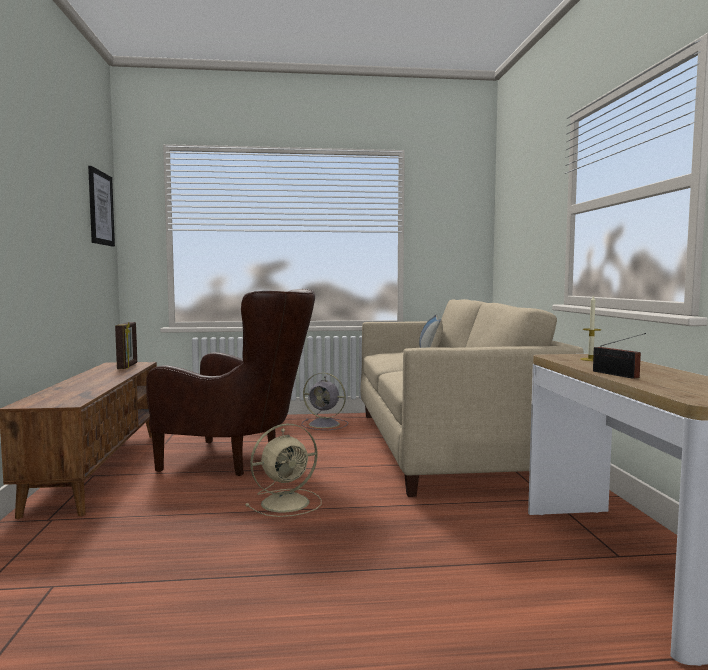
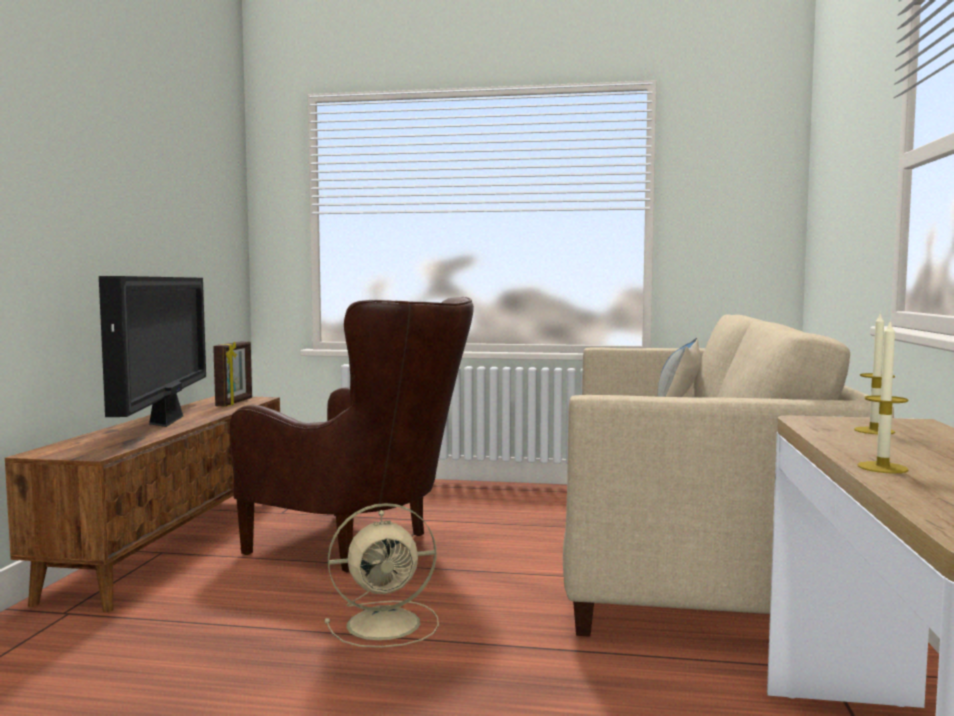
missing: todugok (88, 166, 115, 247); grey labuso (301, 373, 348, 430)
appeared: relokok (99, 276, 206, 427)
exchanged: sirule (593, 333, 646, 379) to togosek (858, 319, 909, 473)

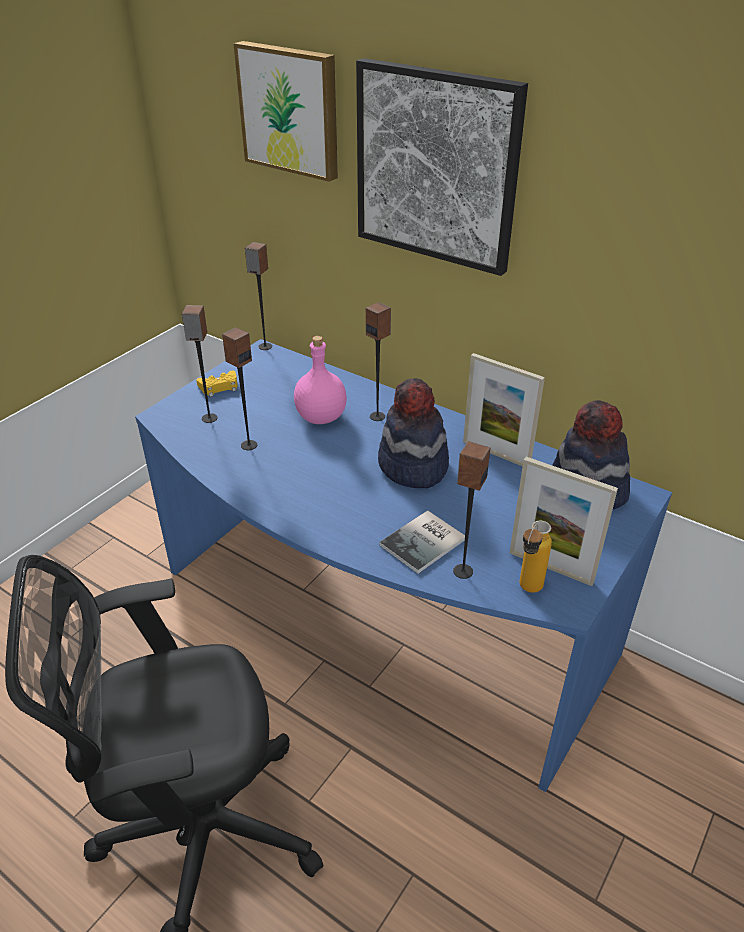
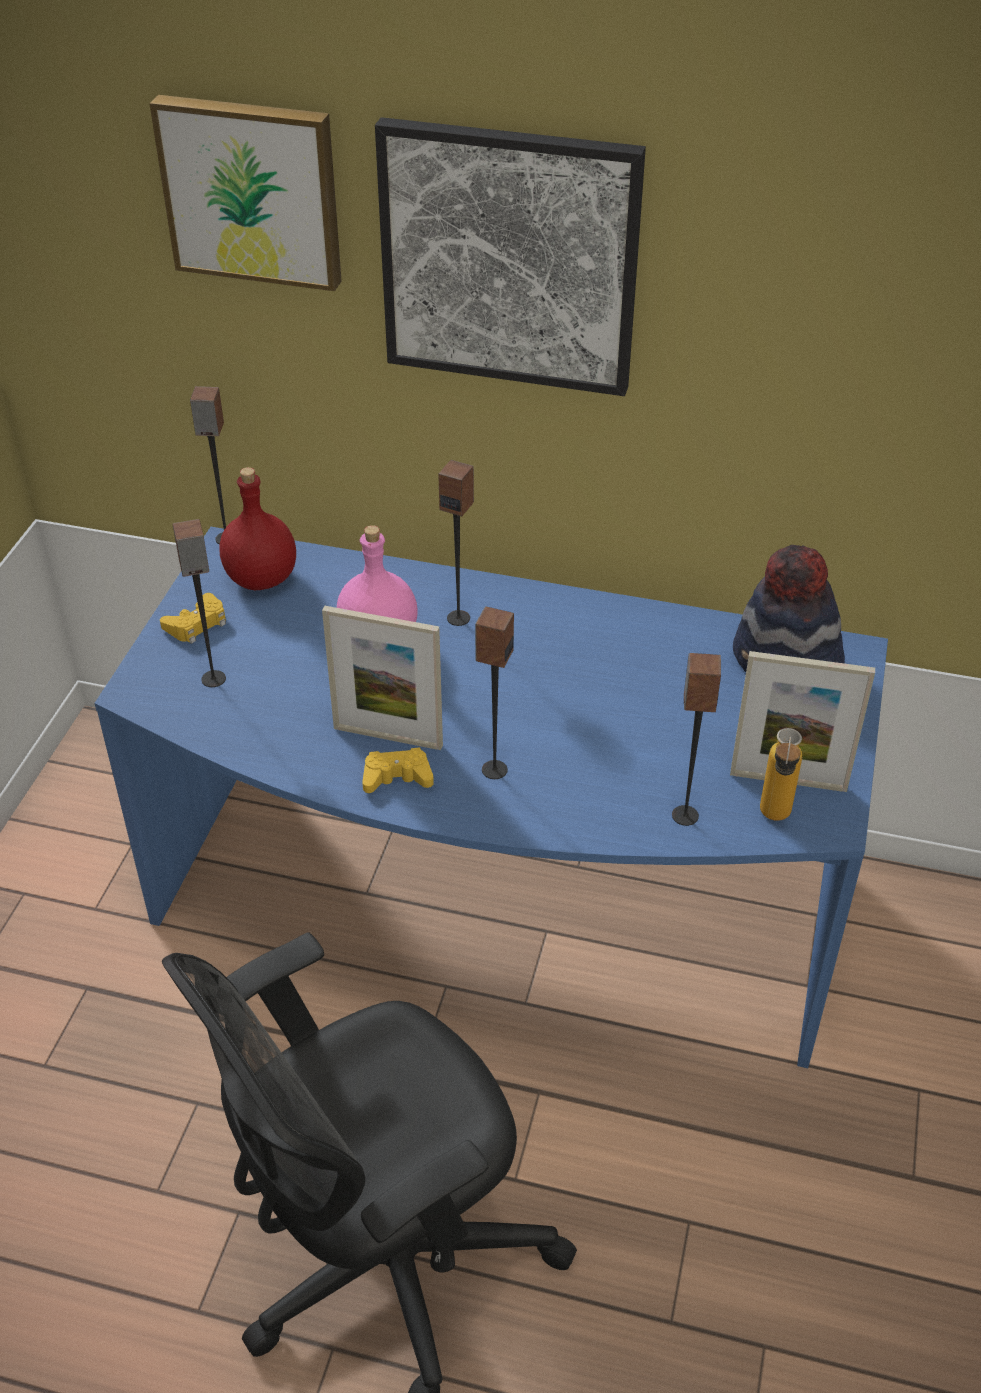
missing: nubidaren (378, 378, 449, 488); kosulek (379, 510, 465, 574)
appeared: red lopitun (219, 467, 296, 590); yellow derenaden (362, 748, 434, 793)
relocated: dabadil (222, 327, 257, 450) to (475, 607, 514, 779); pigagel (463, 353, 545, 466) to (322, 606, 443, 750)

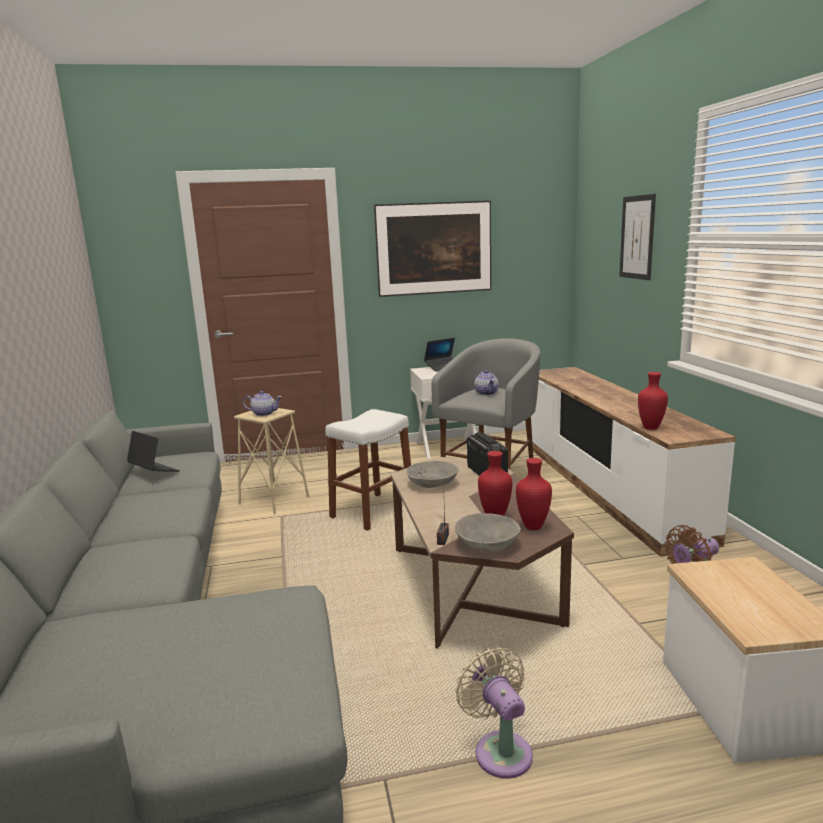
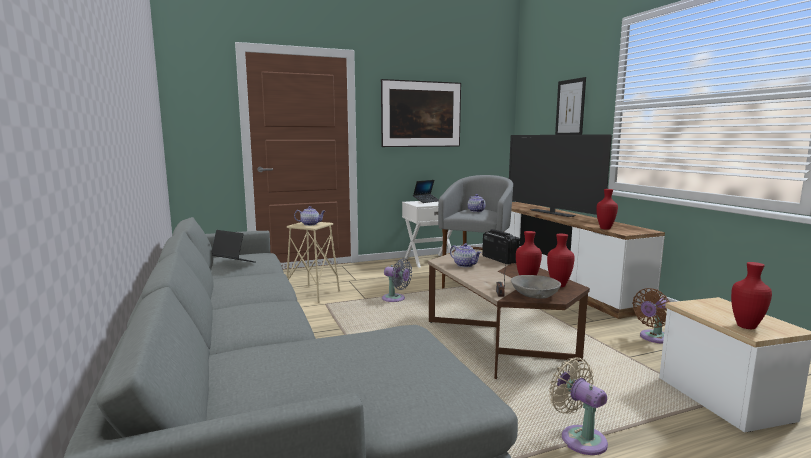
appeared: relokok (509, 134, 612, 217); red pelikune (731, 262, 772, 329)
exchanged: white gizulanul (325, 409, 411, 531) to grey labuso (382, 258, 412, 302); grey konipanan (406, 461, 459, 488) to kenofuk (450, 243, 482, 267)

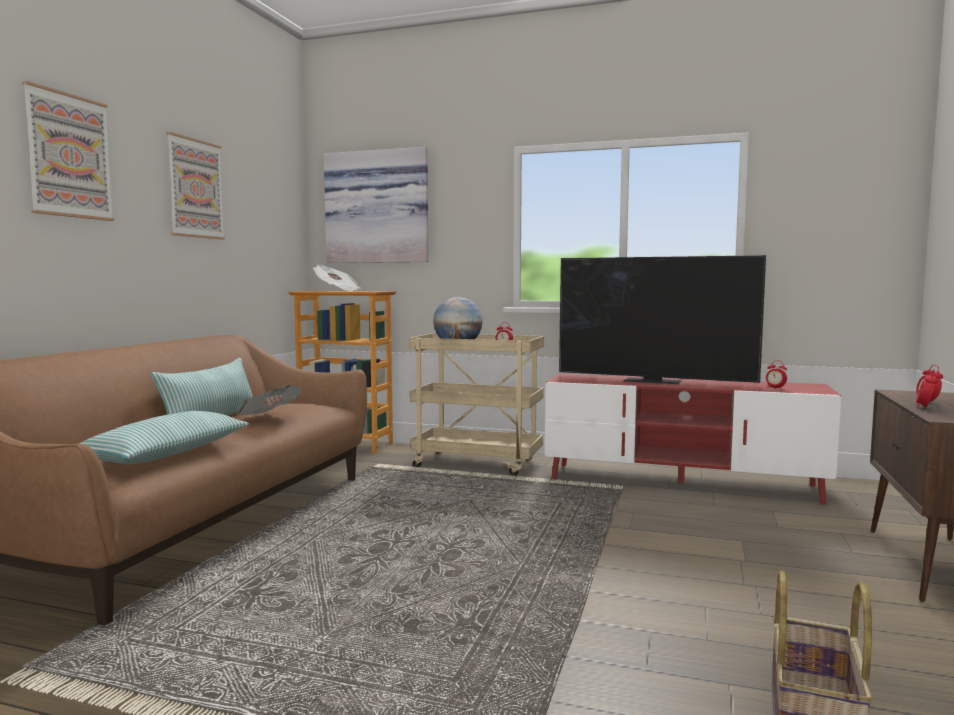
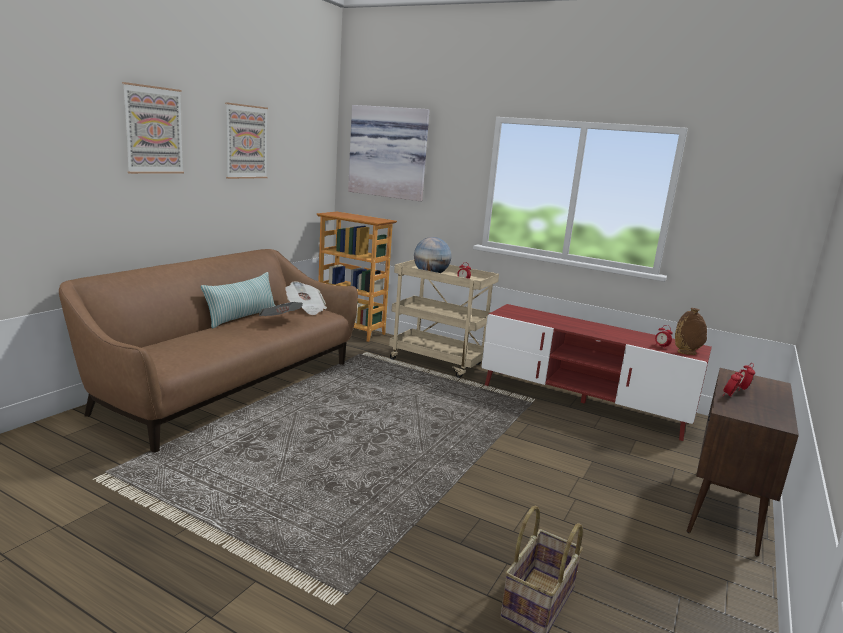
missing: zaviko (79, 411, 249, 464); relokok (559, 255, 766, 384)
appeared: brown pelikune (675, 308, 707, 355)
relocated: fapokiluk (313, 265, 360, 291) to (285, 281, 327, 315)

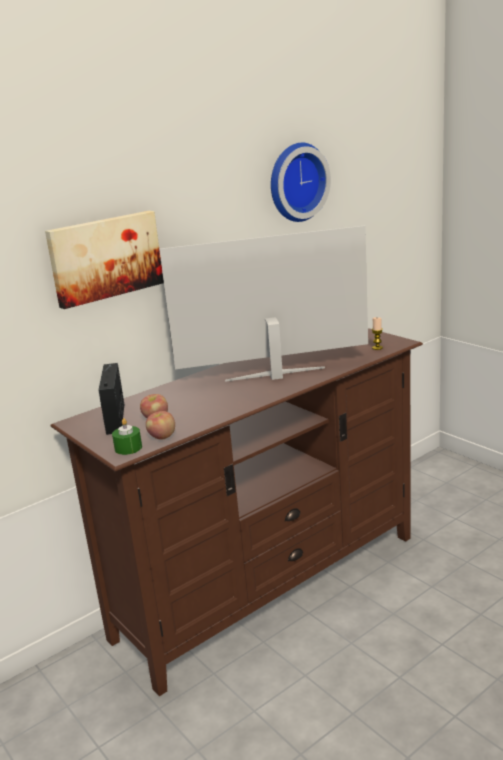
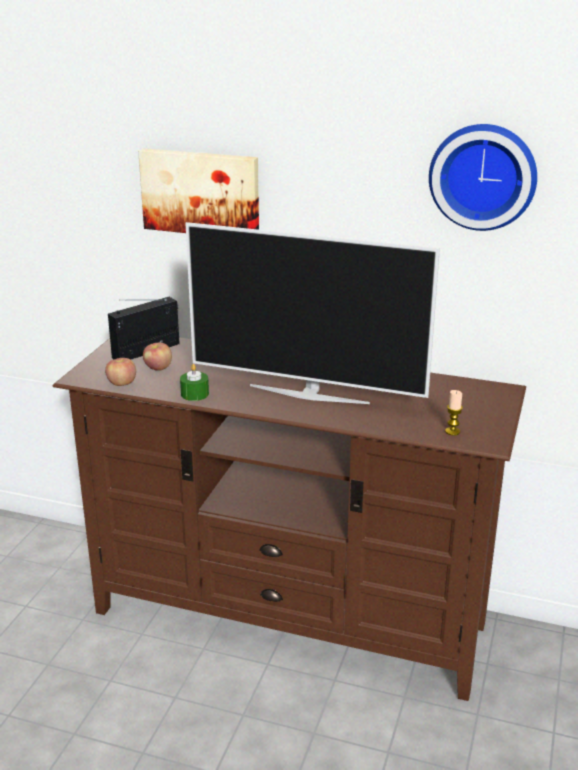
relocated: green togosek (112, 418, 142, 455) to (180, 364, 209, 401)
spun: relokok (160, 226, 368, 382) = (185, 222, 440, 404) 150 degrees clockwise

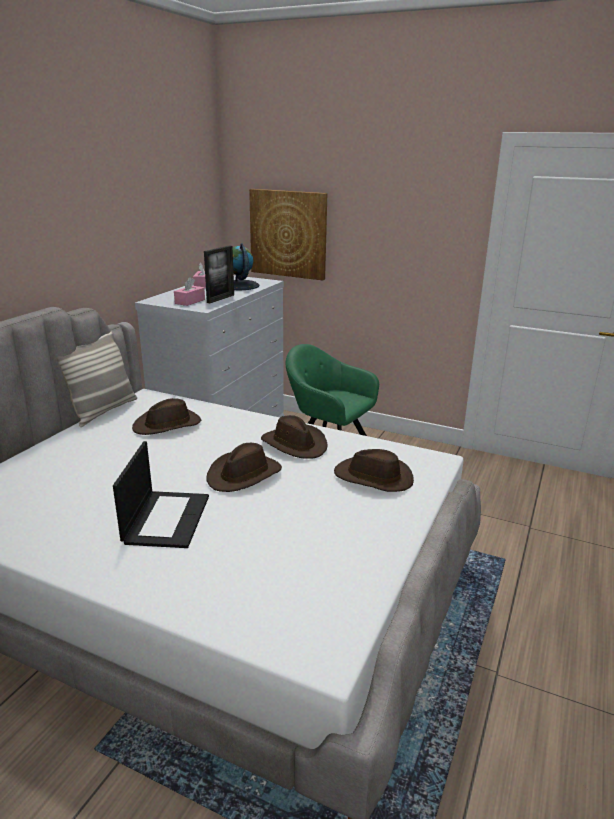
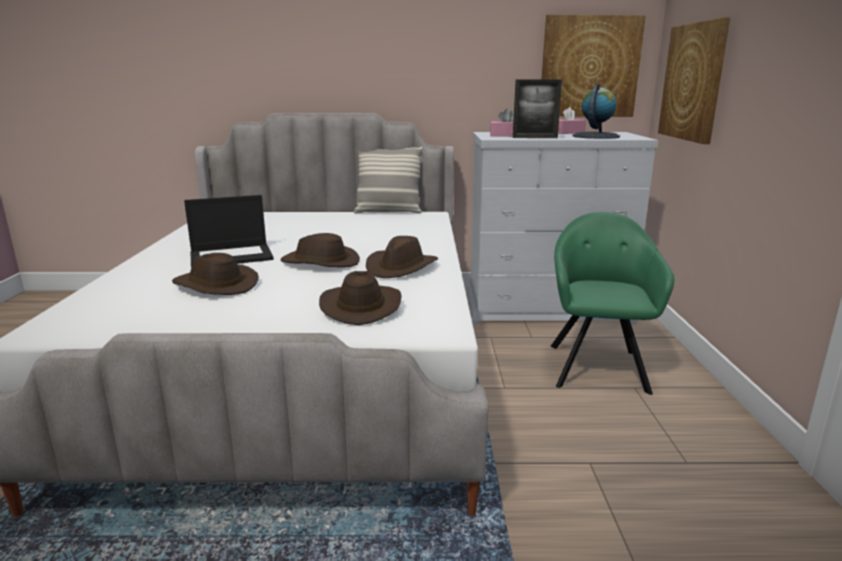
appeared: todugok (541, 15, 646, 117)
relocated: brown nubidaren (132, 398, 201, 435) to (172, 253, 259, 295)

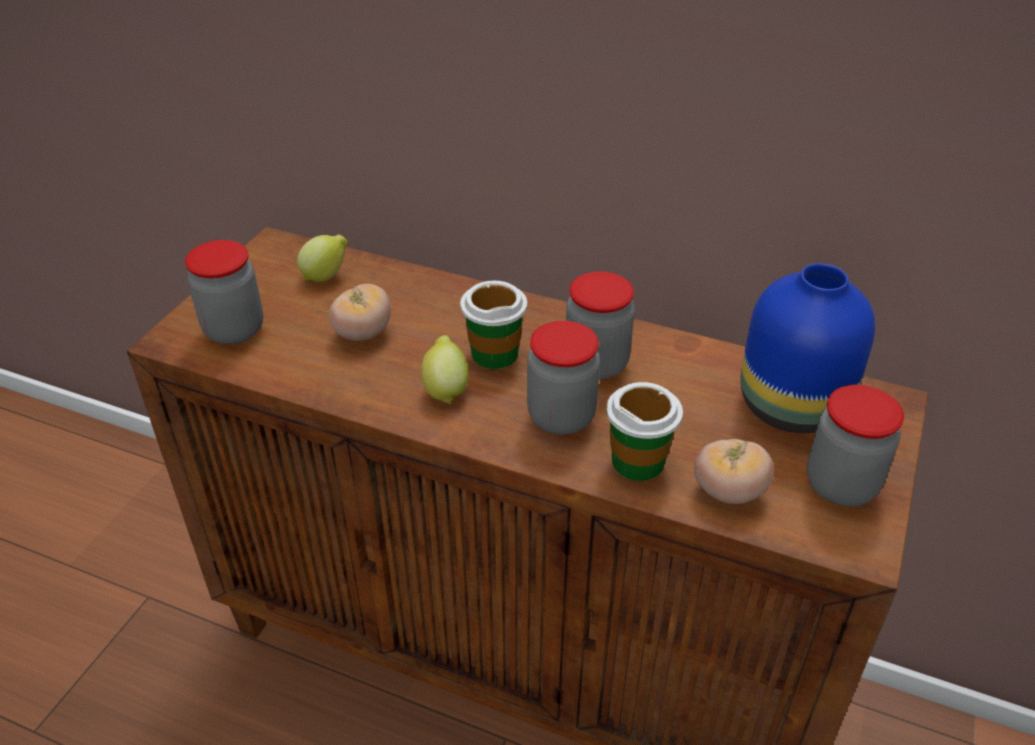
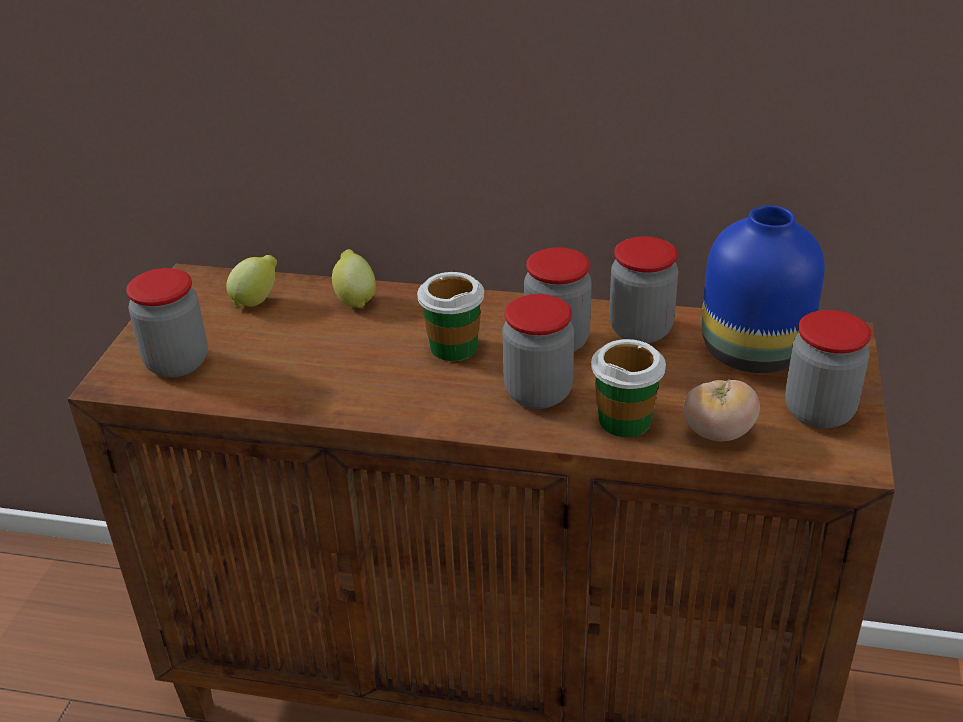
missing: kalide (329, 284, 391, 341)
appeared: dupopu (609, 236, 678, 344)
relocated: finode (421, 335, 468, 404) to (332, 249, 376, 309)

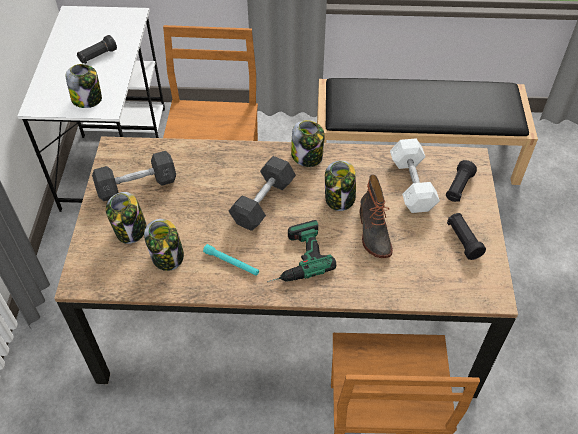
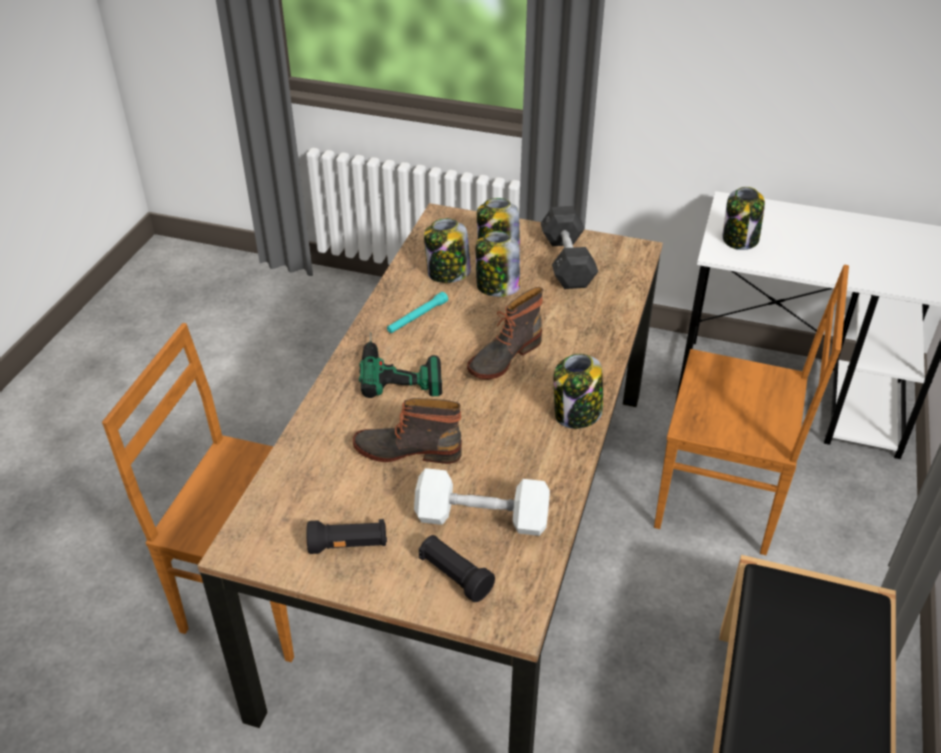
missing: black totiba (77, 35, 117, 64)
relocated: dupopu (325, 160, 356, 211) to (476, 231, 520, 297)
exchanged: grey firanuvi (229, 156, 296, 231) to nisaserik (467, 287, 543, 379)

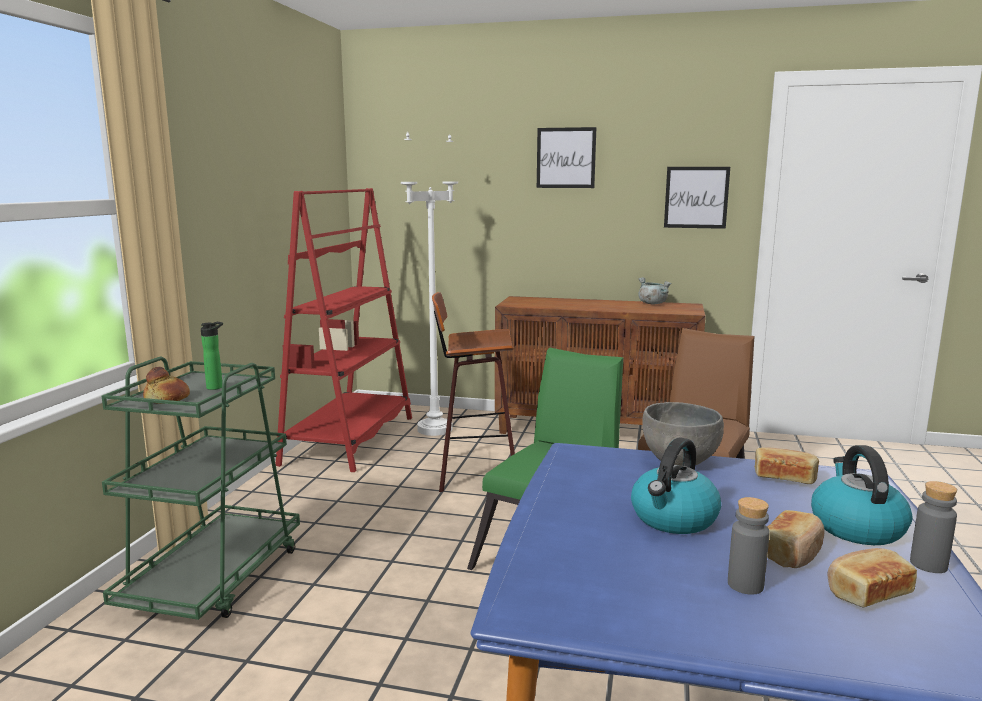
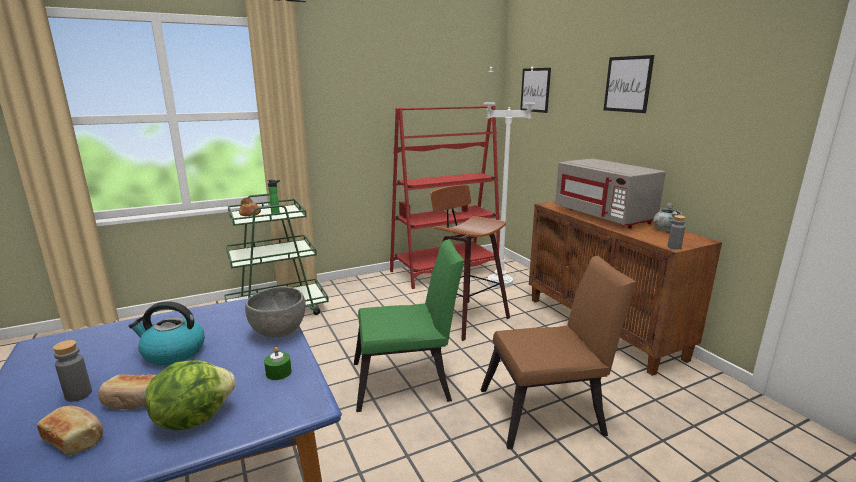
appeared: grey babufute (555, 158, 666, 228)
relocated: todugok (664, 167, 730, 229) to (520, 68, 551, 113); grey lopitun (910, 481, 957, 573) to (668, 215, 686, 250)
exchanged: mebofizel (755, 447, 819, 484) to green togosek (264, 347, 292, 380); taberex (811, 445, 912, 545) to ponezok (145, 360, 236, 430)

